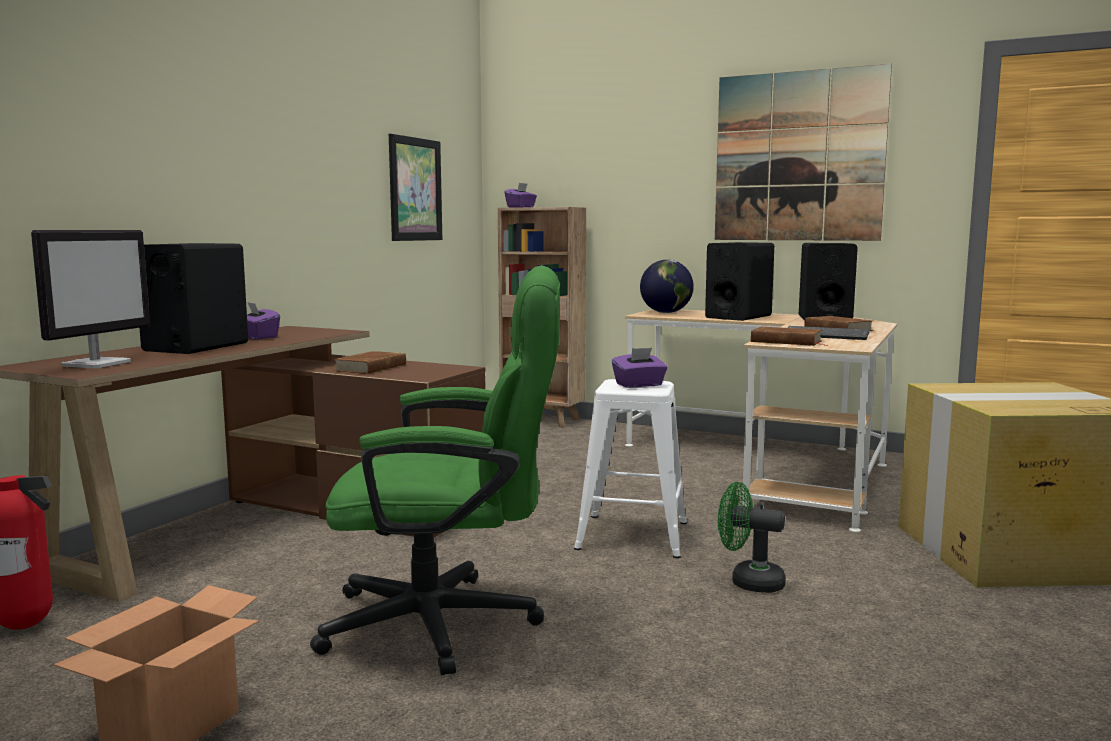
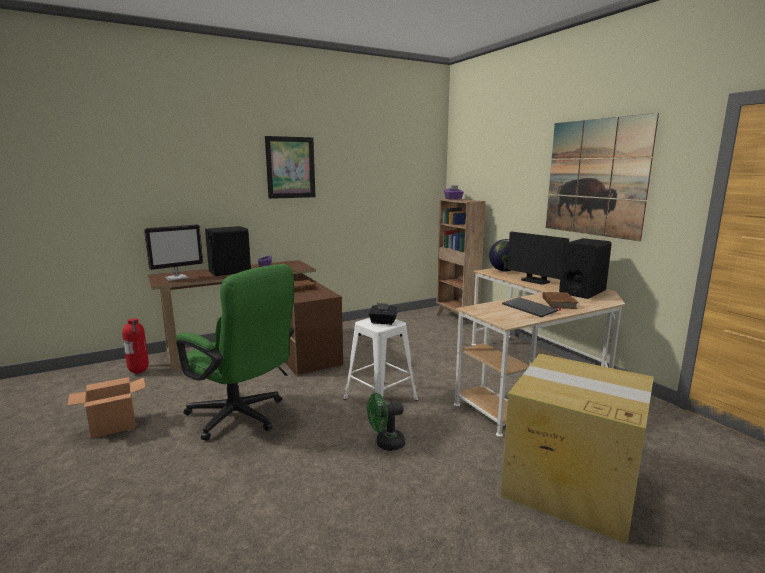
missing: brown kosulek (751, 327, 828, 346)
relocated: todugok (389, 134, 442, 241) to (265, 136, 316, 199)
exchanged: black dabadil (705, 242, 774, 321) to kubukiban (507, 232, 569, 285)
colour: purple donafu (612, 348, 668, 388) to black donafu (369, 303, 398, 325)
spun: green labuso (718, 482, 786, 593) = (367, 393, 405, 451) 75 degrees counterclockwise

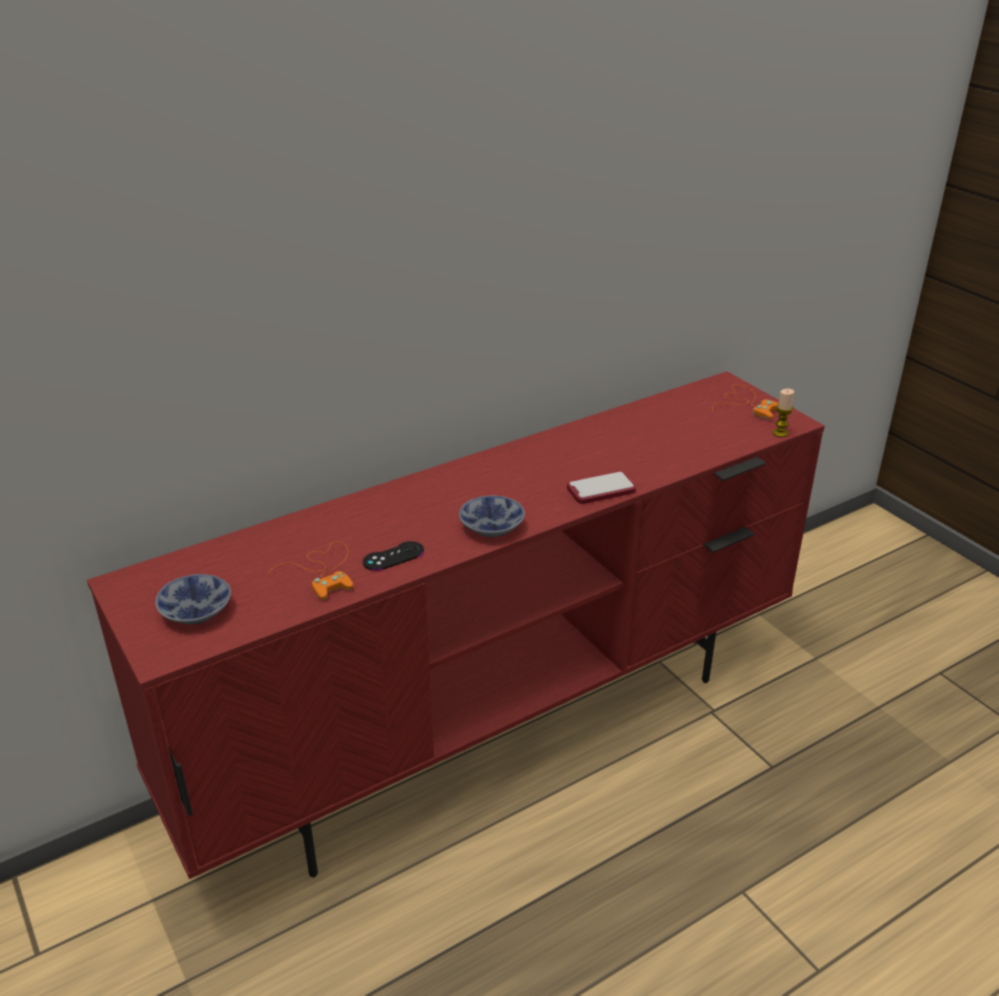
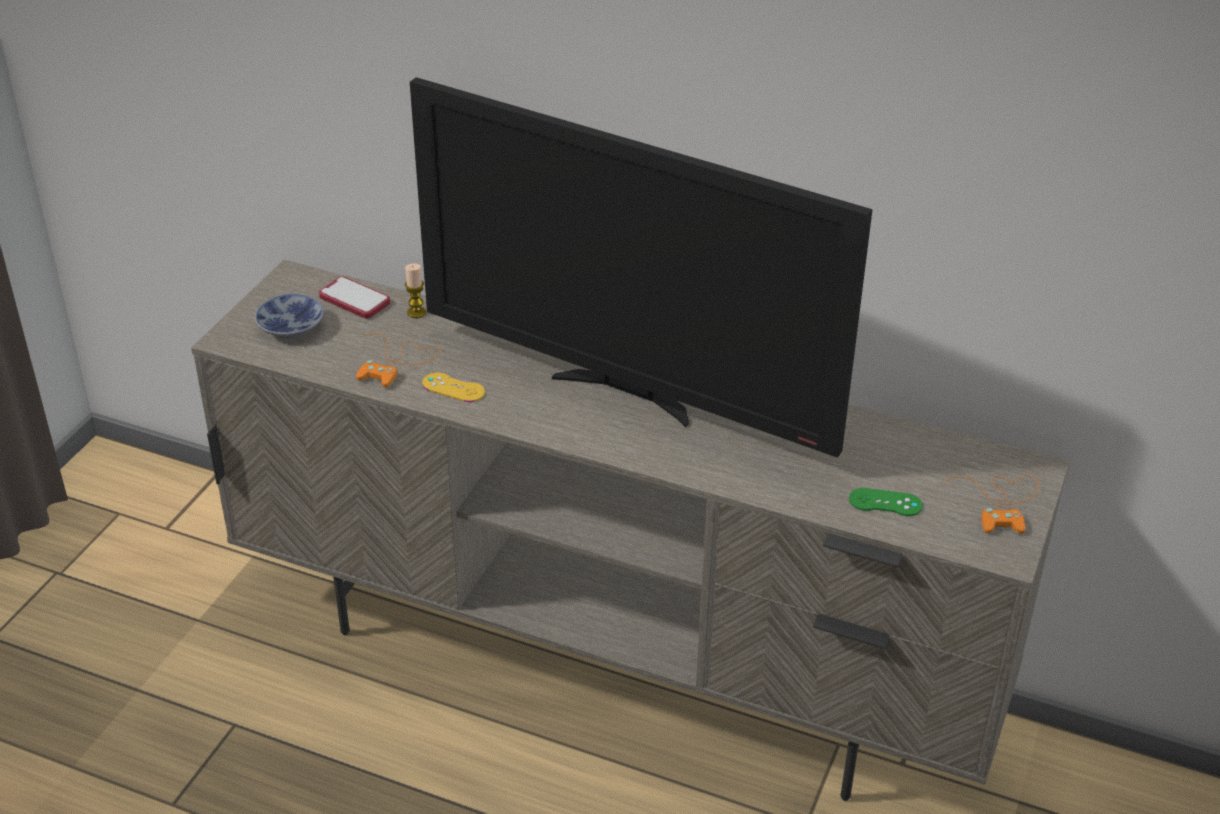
missing: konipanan (459, 496, 525, 537)
appeared: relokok (410, 77, 873, 458); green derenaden (849, 488, 923, 516)
relocated: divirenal (567, 471, 636, 504) to (319, 277, 390, 319); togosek (772, 389, 794, 437) to (405, 263, 426, 318)
colour: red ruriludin (87, 371, 825, 879) to beige ruriludin (191, 260, 1070, 801); black derenaden (363, 541, 424, 571) to yellow derenaden (422, 373, 485, 402)

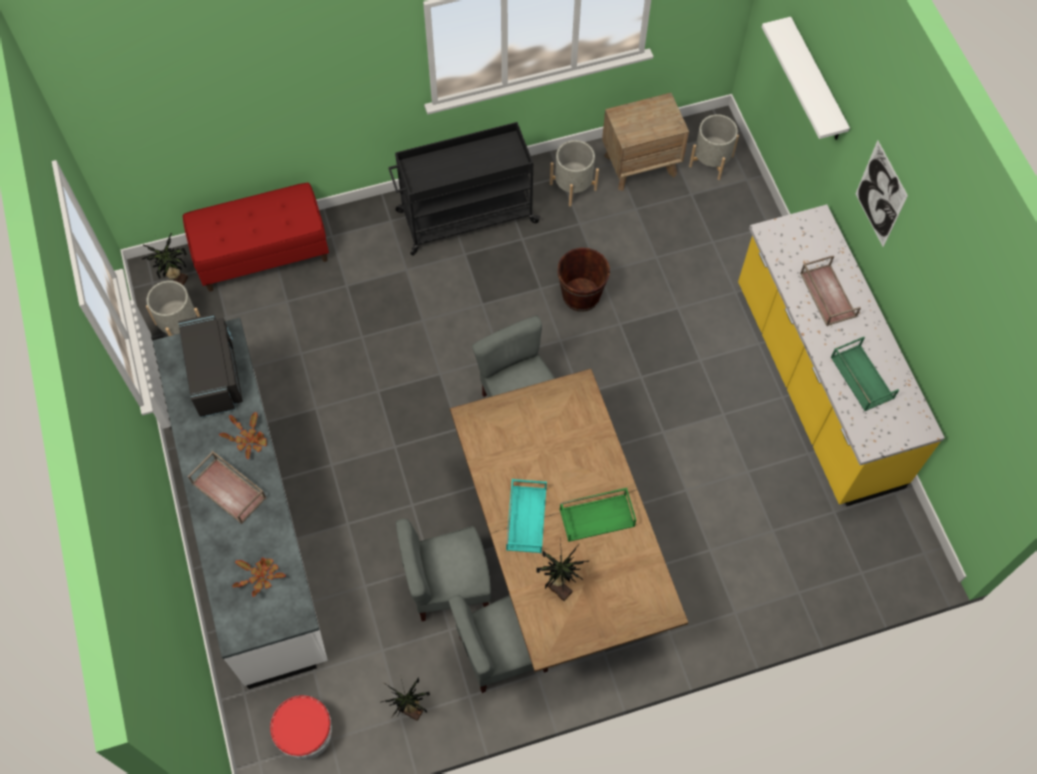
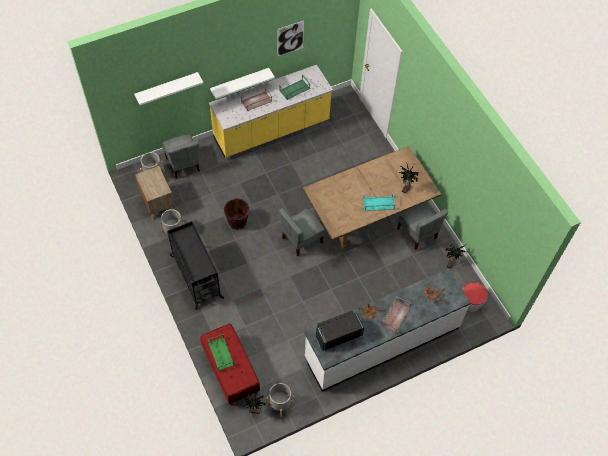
appeared: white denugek (210, 68, 275, 99)
relocated: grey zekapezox (396, 519, 491, 621) to (162, 134, 200, 179); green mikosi (559, 488, 636, 542) to (208, 334, 234, 371); todugok (855, 140, 908, 247) to (277, 20, 304, 57)

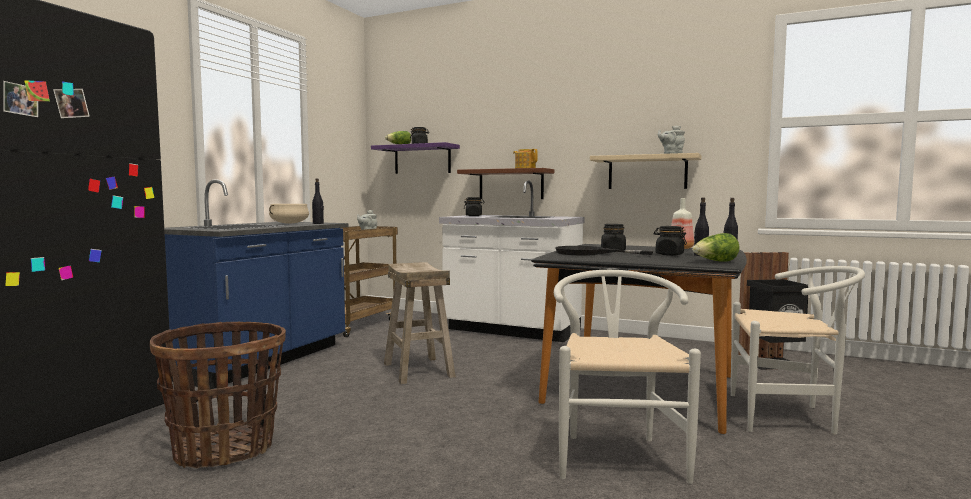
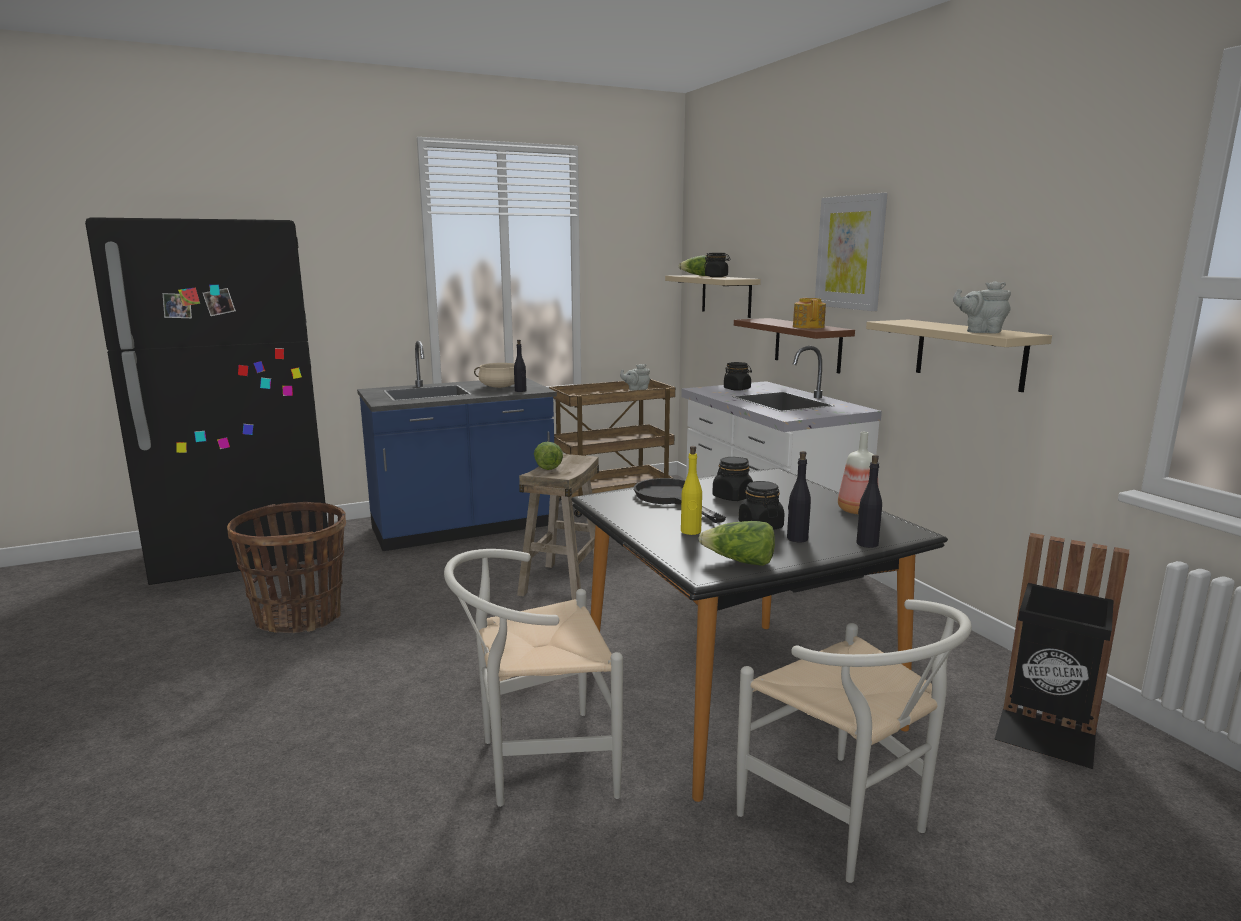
appeared: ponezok (534, 442, 563, 470); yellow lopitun (681, 446, 702, 535); todugok (815, 193, 888, 311)
colour: purple denugek (371, 142, 460, 174) to beige denugek (665, 275, 761, 318)
spun: white zekapezox (554, 270, 701, 484) = (444, 549, 623, 807) 150 degrees counterclockwise

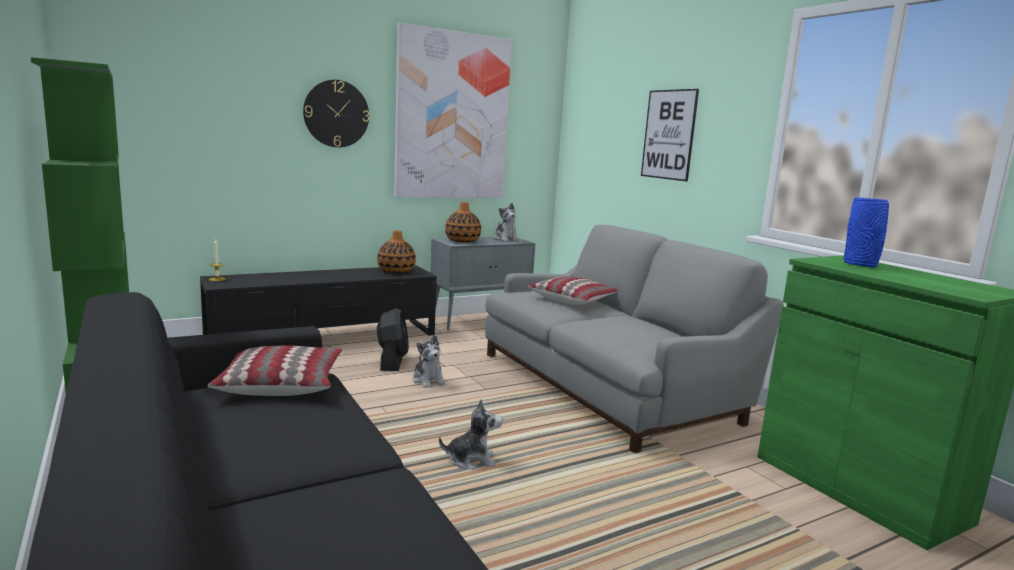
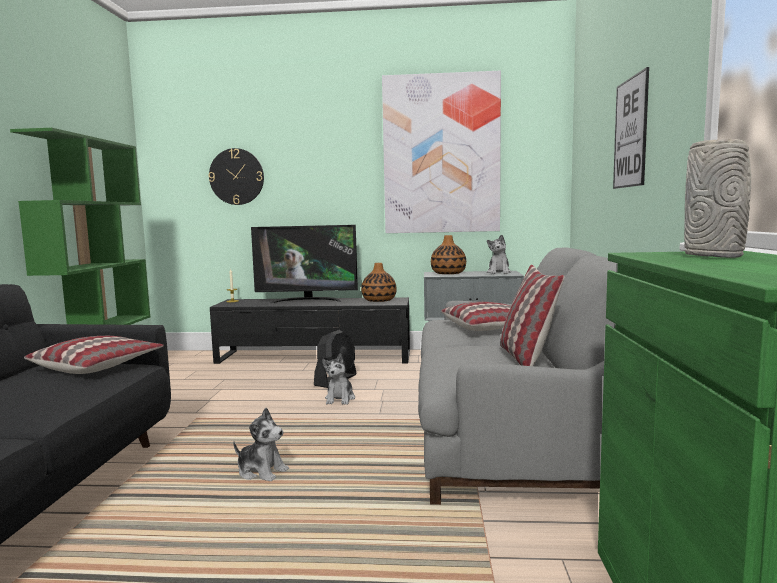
appeared: relokok (251, 225, 358, 303); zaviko (500, 265, 565, 366)
relocated: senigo (303, 80, 369, 147) to (209, 148, 264, 205)
colour: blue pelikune (844, 197, 889, 268) to grey pelikune (684, 139, 751, 258)

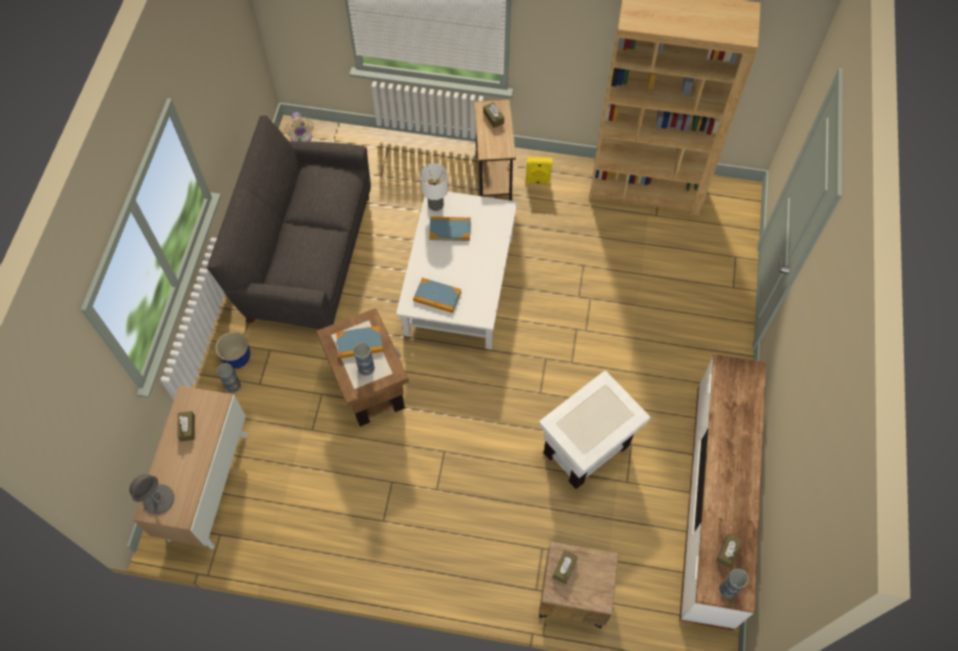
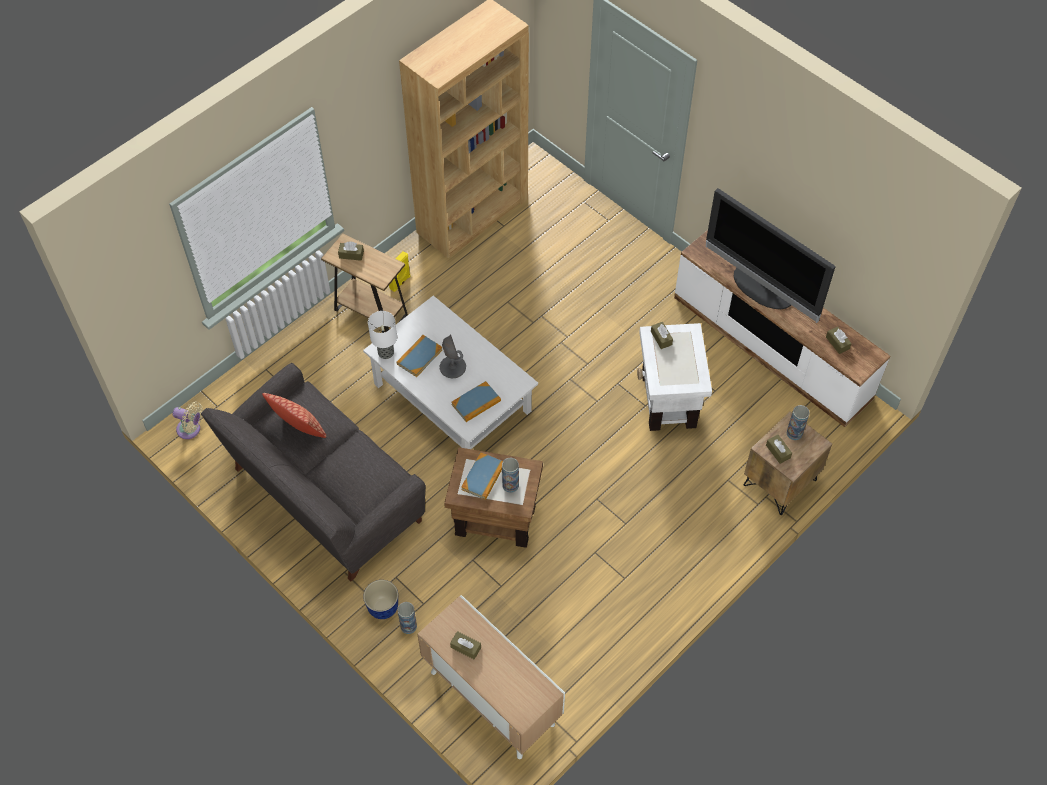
appeared: zaviko (262, 393, 327, 438); brown donafu (651, 322, 673, 349); relokok (706, 188, 836, 323)
relocated: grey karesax (129, 474, 174, 514) to (440, 334, 466, 378); pelikune (719, 569, 749, 598) to (787, 405, 810, 440)

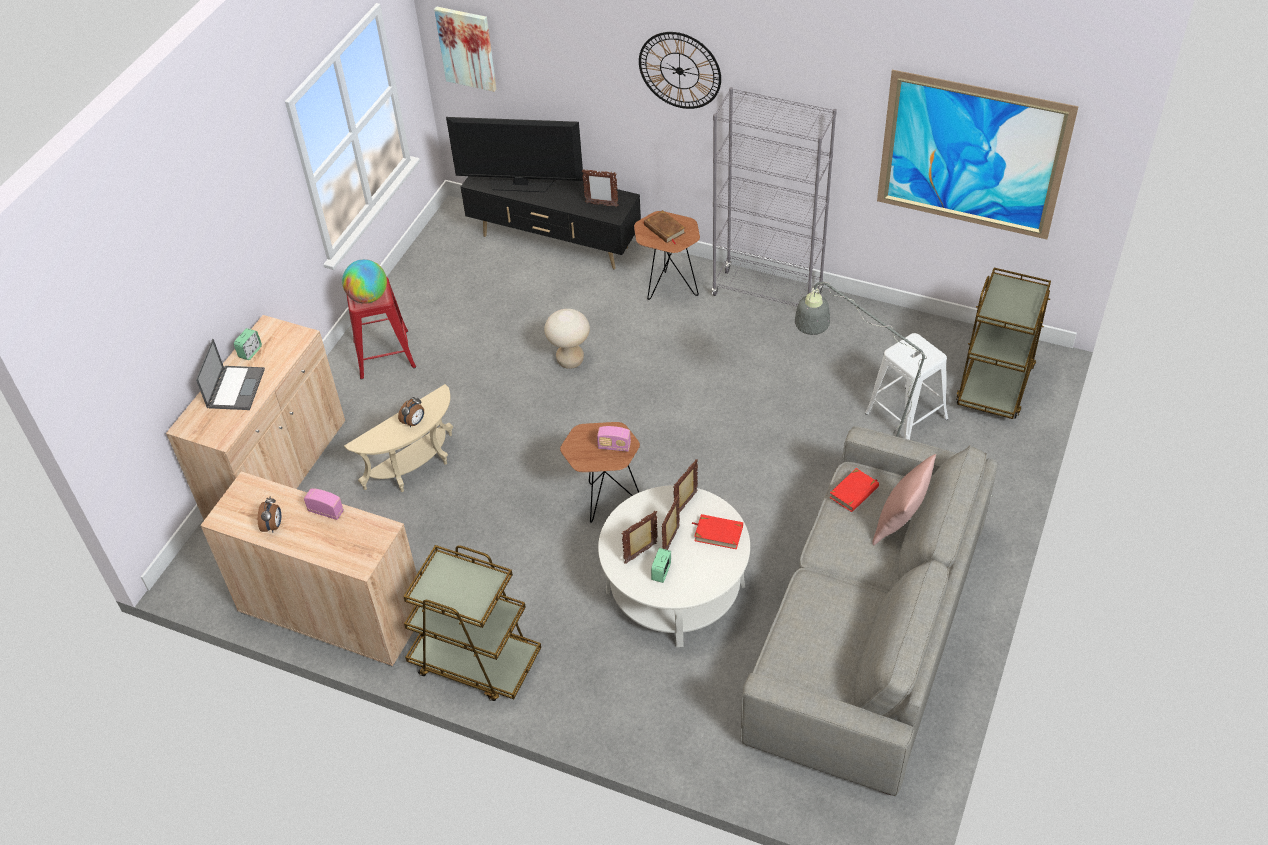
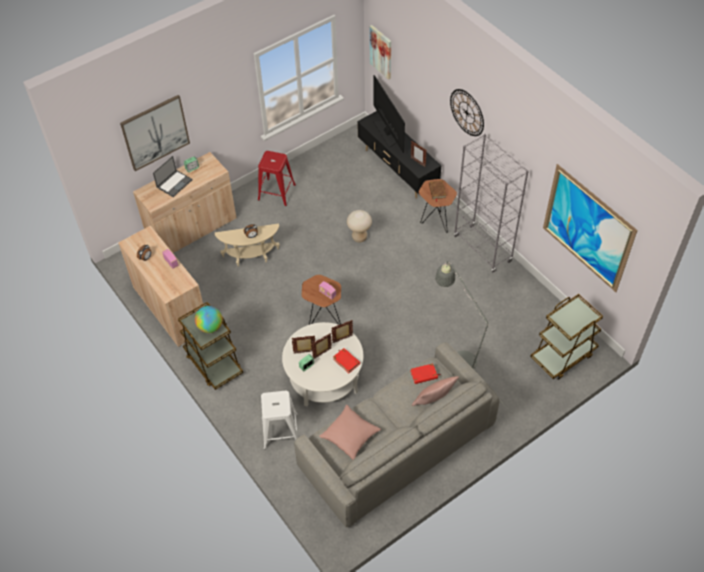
appeared: todugok (120, 95, 190, 171); pink zaviko (319, 405, 381, 460)
relocated: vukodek (342, 259, 387, 304) to (195, 306, 222, 333); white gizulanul (865, 333, 948, 440) to (261, 390, 298, 449)
spun: relokok (446, 117, 583, 192) = (373, 75, 405, 153) 150 degrees counterclockwise

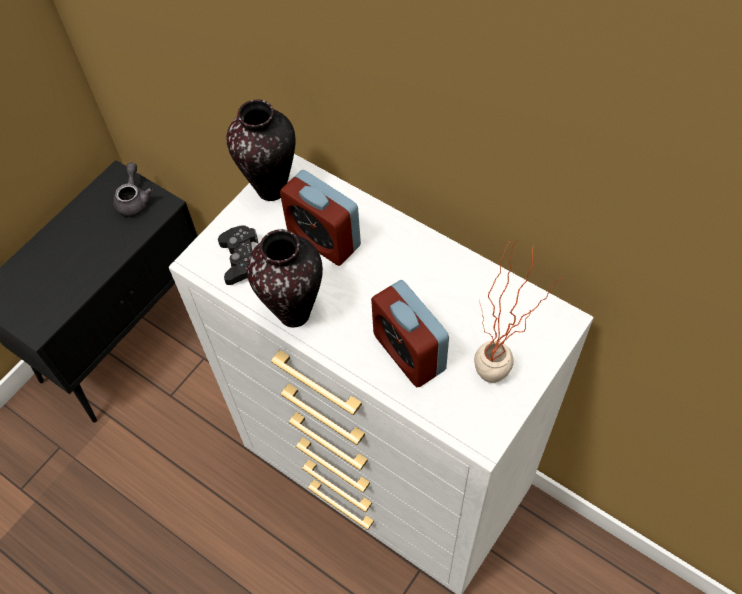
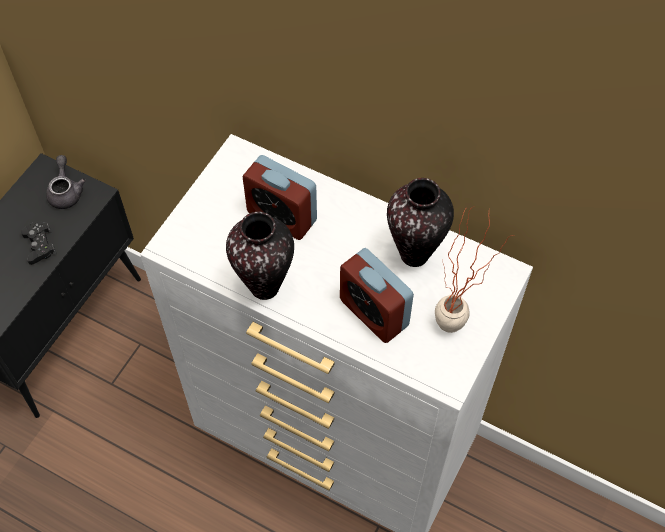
relocated: black derenaden (218, 225, 259, 285) to (21, 221, 57, 265); pelikune (226, 99, 296, 201) to (387, 178, 454, 267)

